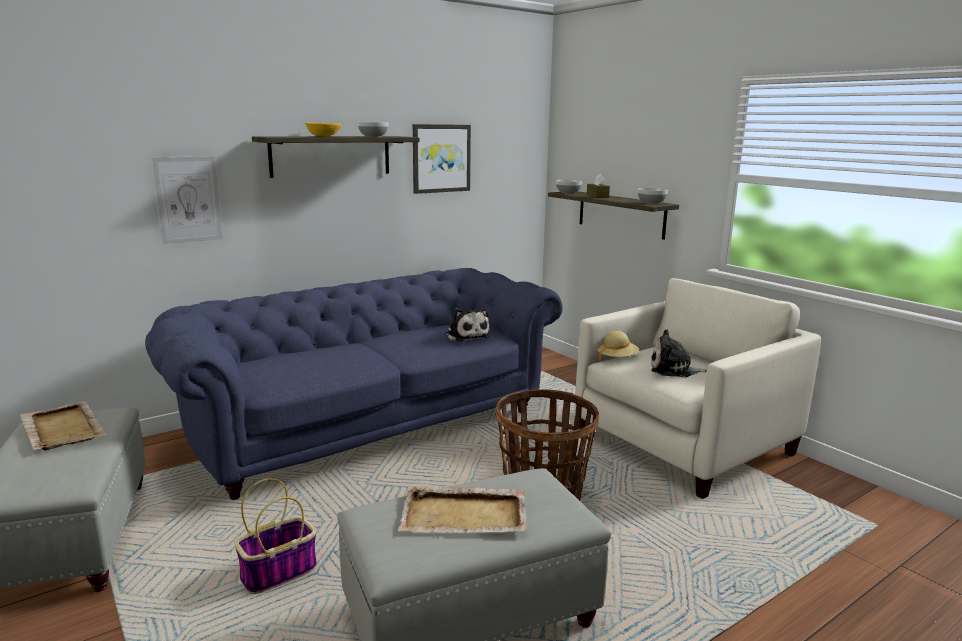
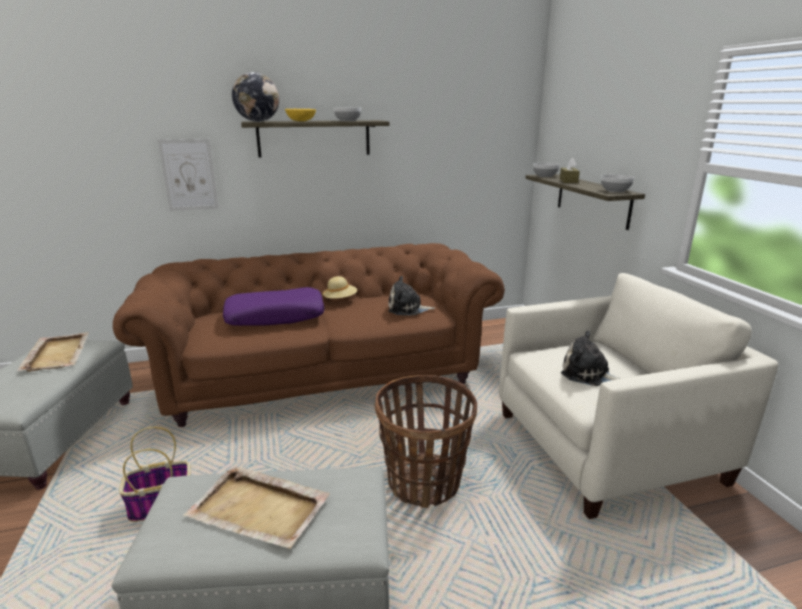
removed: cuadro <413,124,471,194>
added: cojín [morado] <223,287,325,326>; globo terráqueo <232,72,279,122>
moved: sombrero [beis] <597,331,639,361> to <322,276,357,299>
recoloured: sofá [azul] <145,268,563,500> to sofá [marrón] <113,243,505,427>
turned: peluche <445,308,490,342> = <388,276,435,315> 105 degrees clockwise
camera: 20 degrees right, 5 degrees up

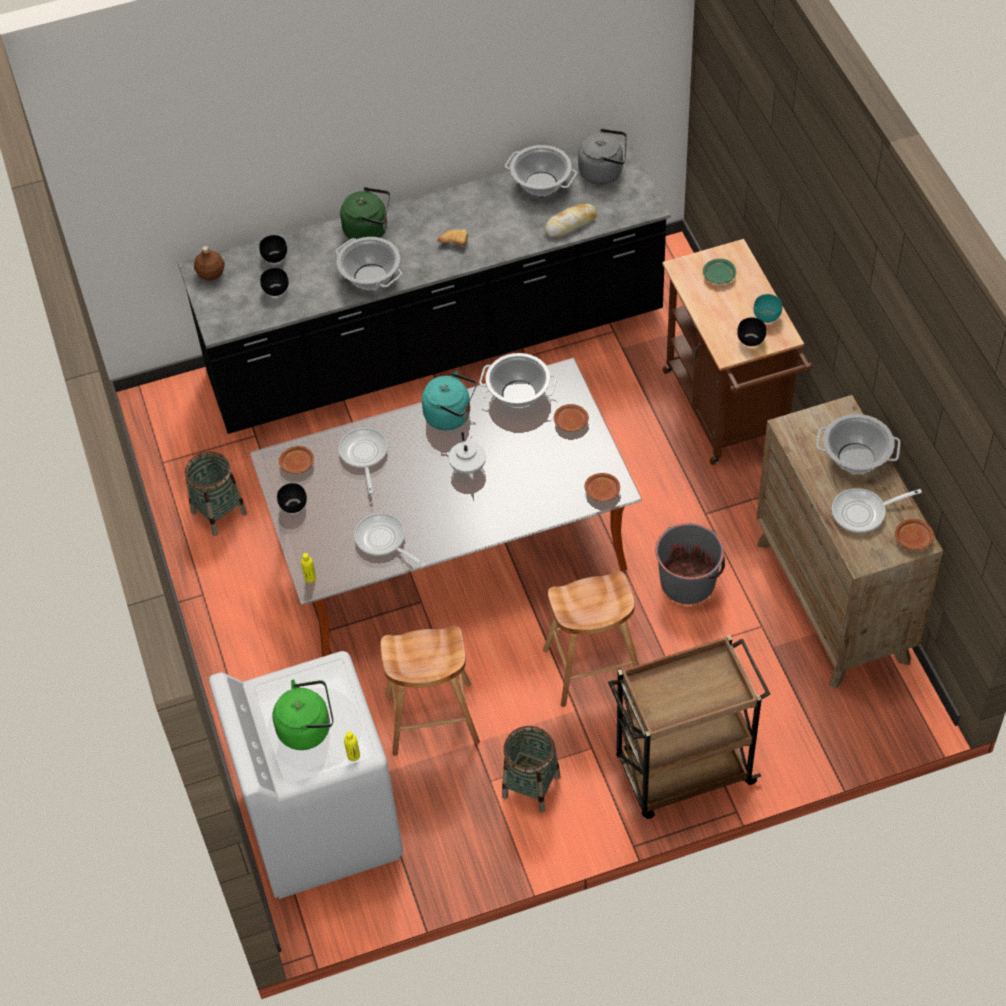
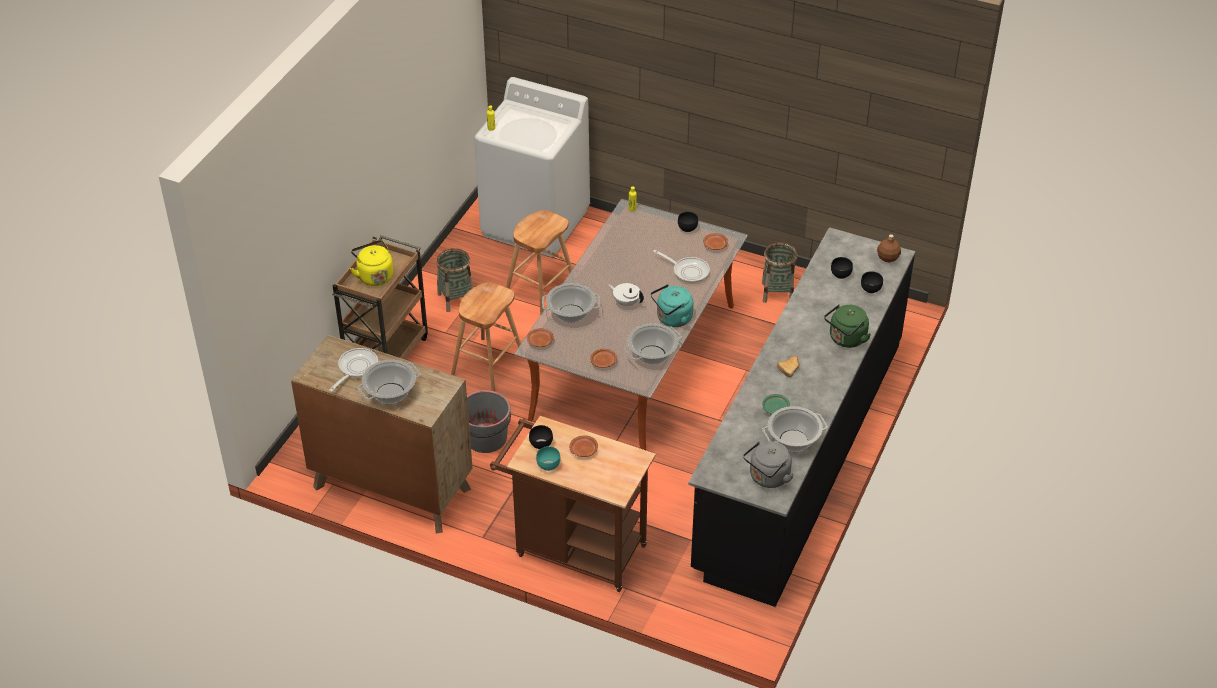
removed: hervidor [verde] <272,679,333,750>; sartén <354,513,426,567>; pan <545,204,597,237>
added: hervidor [amarillo] <350,240,394,286>
moved: olla <336,237,402,290> to <542,283,600,323>; plato [verde] <703,259,736,284> to <762,394,790,414>; plato [marrón] <895,519,934,550> to <569,435,598,457>
camera: 130 degrees right, 10 degrees down

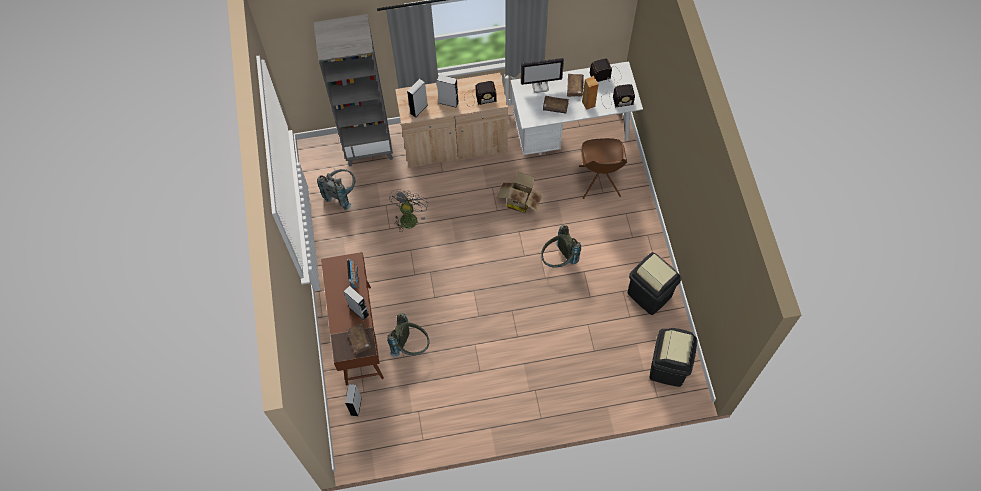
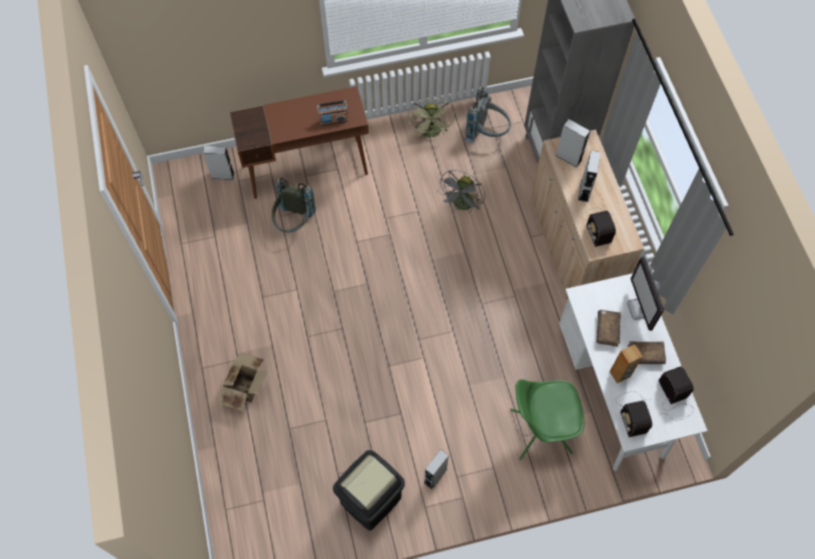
removed: libro [marrón] <346,323,372,354>; mochila [gris] <541,225,581,268>; papelera [negro] <649,328,697,387>
added: ventilador [verde] <408,98,455,138>
moved: altavoz [gris] <344,286,369,320> to <424,449,449,489>; caja de cartón <497,172,542,214> to <219,352,268,411>
recoloured: silla [marrón] <579,138,627,199> to silla [verde] <510,379,584,460>
turned: ventilador [gris] <389,189,428,230> = <438,170,485,213> 105 degrees clockwise
camera: 85 degrees right, 0 degrees up

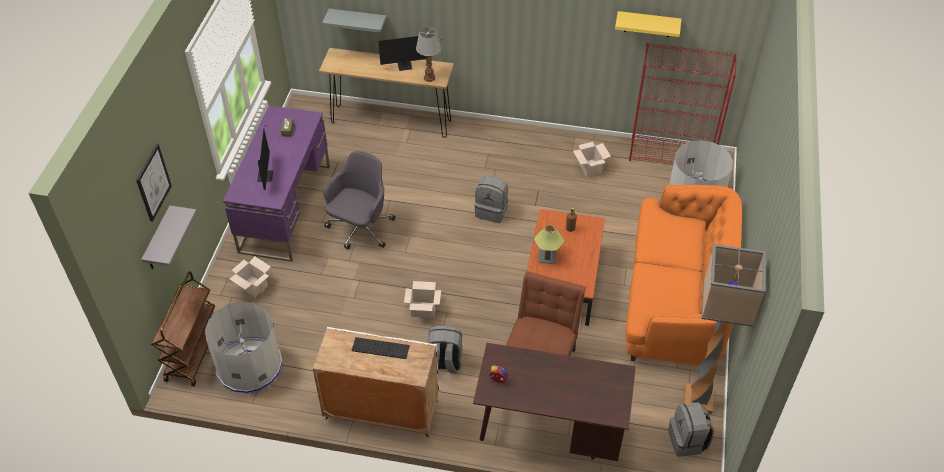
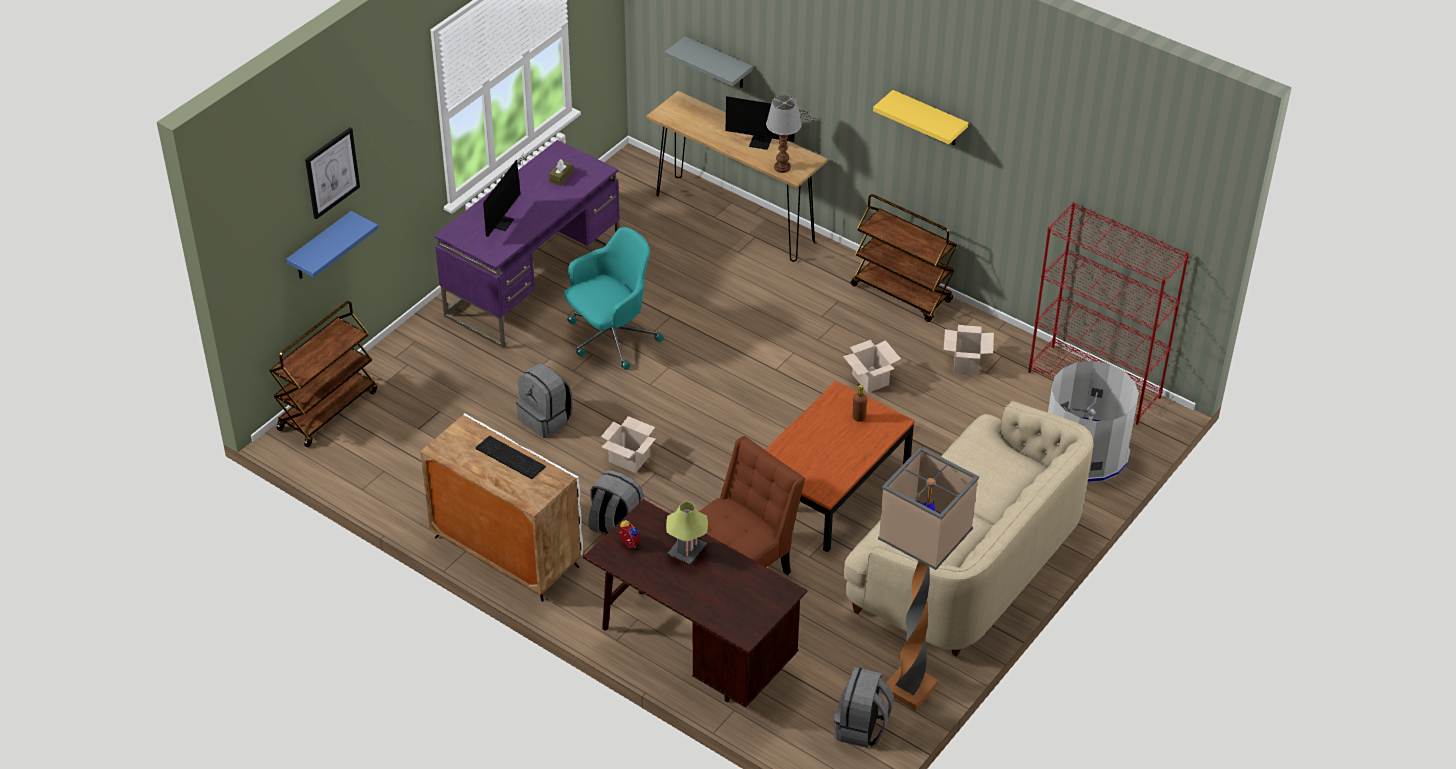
removed: papelera [gris] <205,302,283,393>
added: carrito [marrón] <851,194,957,322>
moved: caja de cartón <230,257,271,297> to <843,340,901,393>; mochila [gris] <474,176,508,223> to <516,364,573,438>; lámpara de mesa <534,225,564,264> to <666,501,708,564>; estante [amarillo] <615,11,681,37> to <873,90,968,145>
recoloured: estante [gris] <141,205,197,269> to estante [azul] <286,211,378,279>; silla de oficina [gris] <323,151,396,249> to silla de oficina [turquesa] <564,227,664,370>; sofá [naranja] <625,185,742,366> to sofá [beis] <843,401,1093,657>
camera: 25 degrees right, 5 degrees down

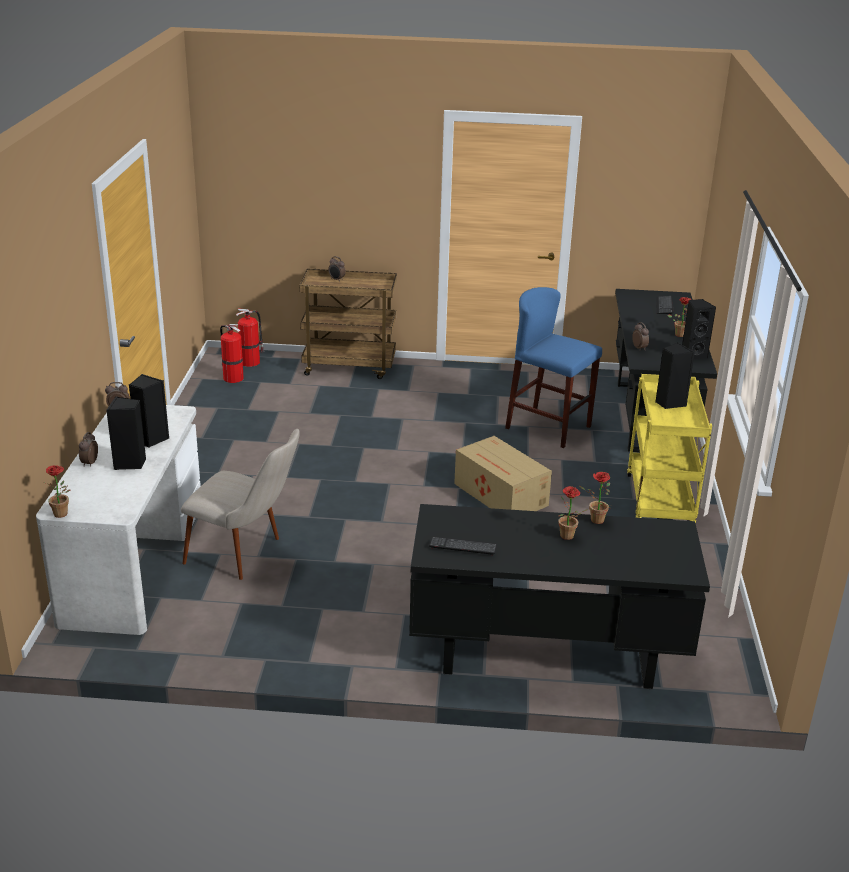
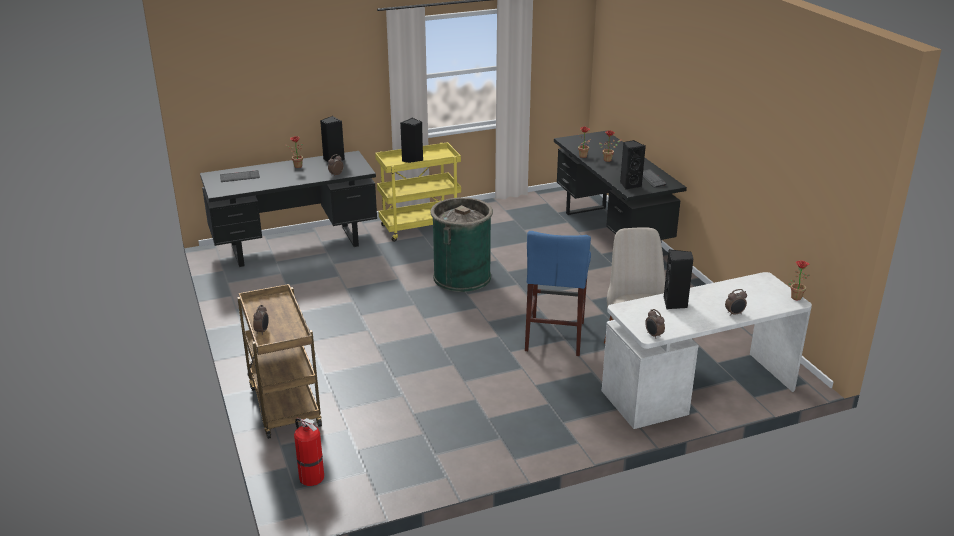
removed: extintor <220,324,244,383>
moved: altavoz [negro] <106,396,146,470> to <620,140,646,190>; taburete [azul] <505,287,602,448> to <525,231,591,356>
replaced: caja de cartón <454,436,552,511> to papelera [verde] <430,197,493,292>
camera: 115 degrees left, 0 degrees up

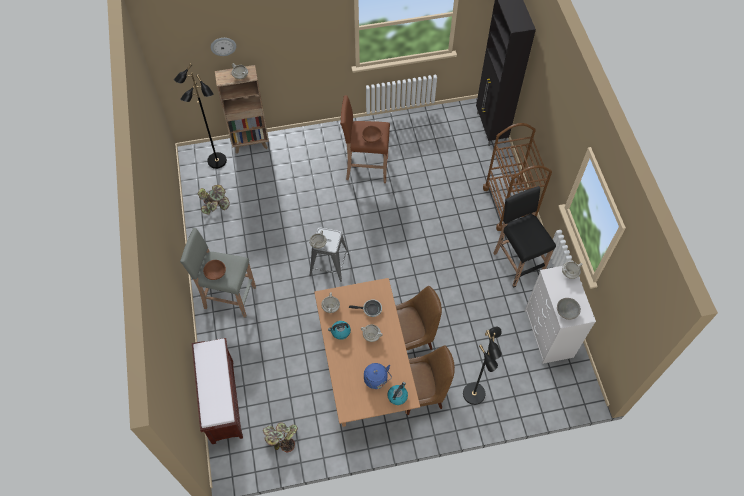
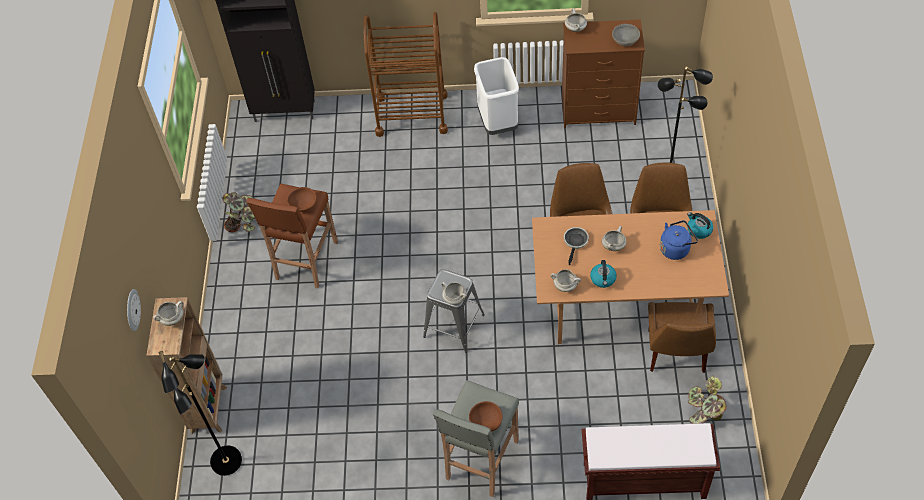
added: silla [marrón] <648,302,716,373>
moved: planta en maceta <198,185,230,215> to <223,192,256,232>
replaced: taburete [negro] <494,186,556,287> to papelera [blanco] <474,57,519,135>
recoloured: cómoda [blanco] <525,266,596,364> to cómoda [marrón] <562,19,645,128>
camera: 75 degrees left, 5 degrees down

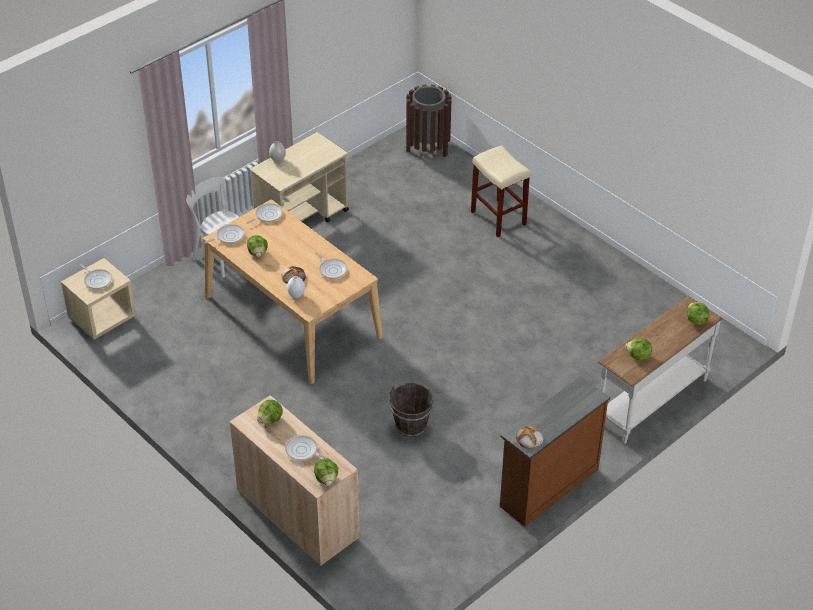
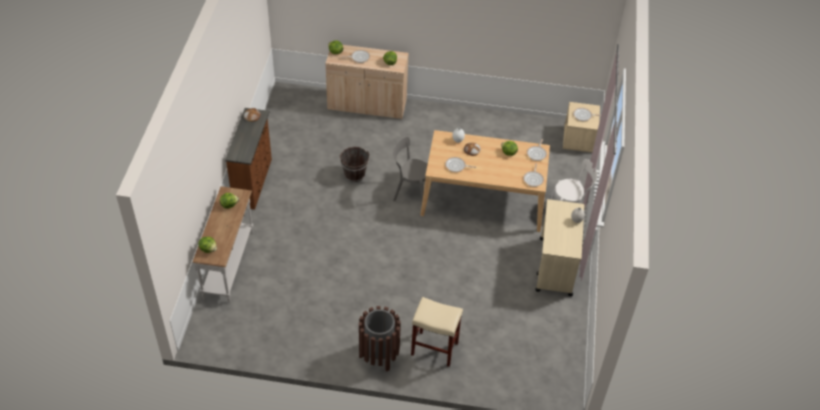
added: silla [gris] <393,137,432,203>
moved: papelera [marrón] <406,84,452,157> to <359,306,401,372>
camera: 140 degrees right, 5 degrees up

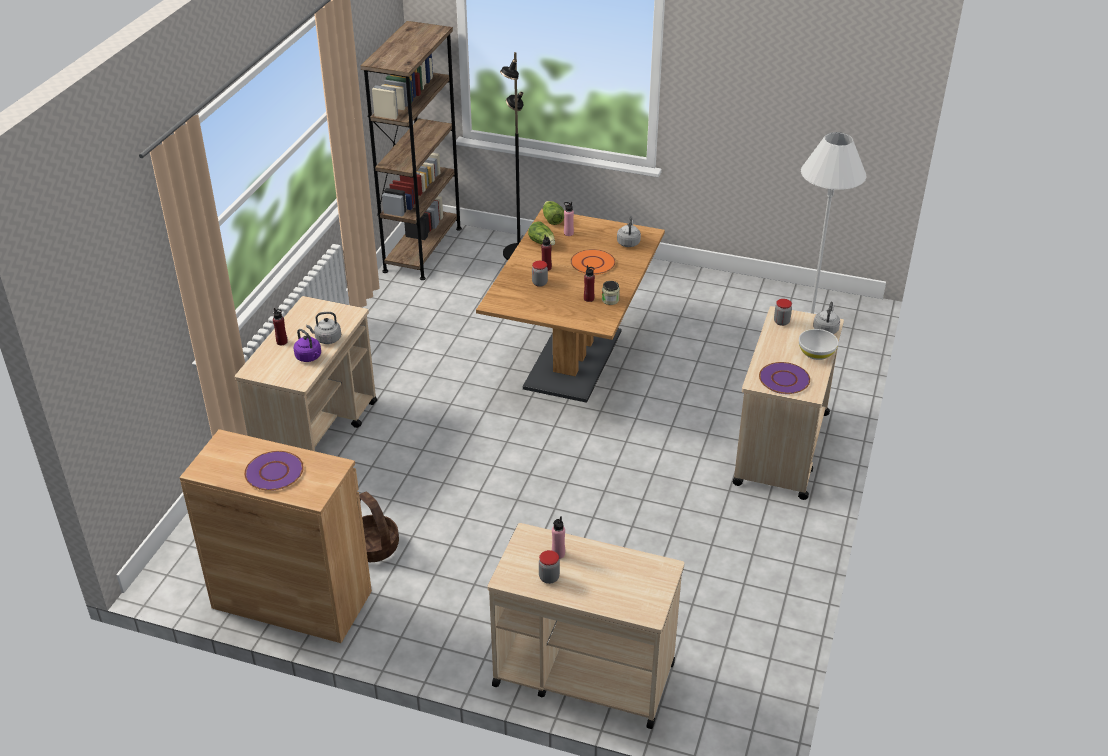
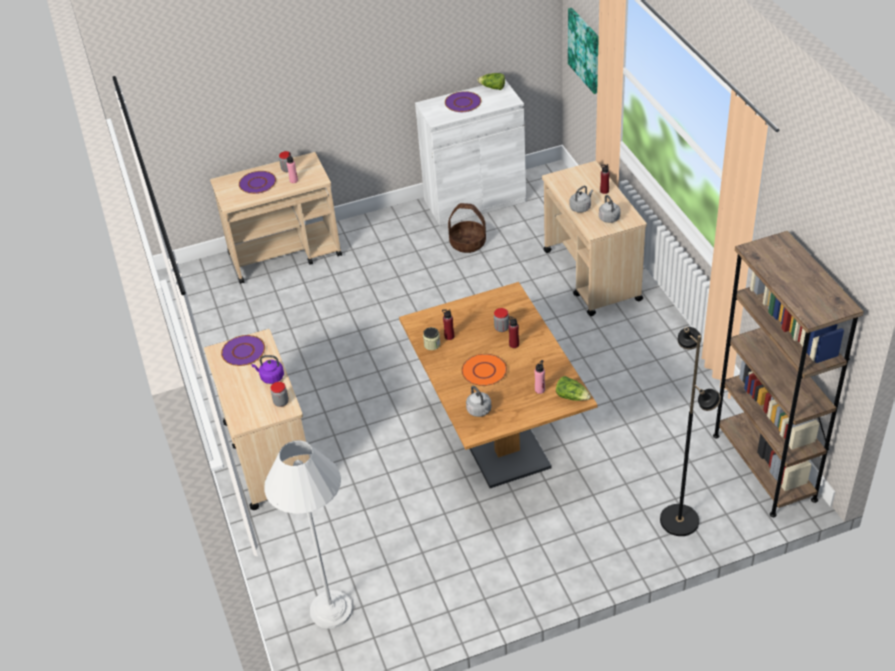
removed: cuenco [blanco] <799,329,838,360>
added: plato [morado] <239,171,276,194>; cuadro <568,8,599,94>
moved: hervidor [morado] <293,329,321,362> to <252,355,284,384>; lechuga <528,221,555,246> to <477,73,505,90>; hervidor [gris] <813,302,840,334> to <599,195,620,223>
recoloured: armario [marrón] <179,429,372,643> to armario [blanco] <415,80,526,226>
camera: 145 degrees right, 5 degrees up

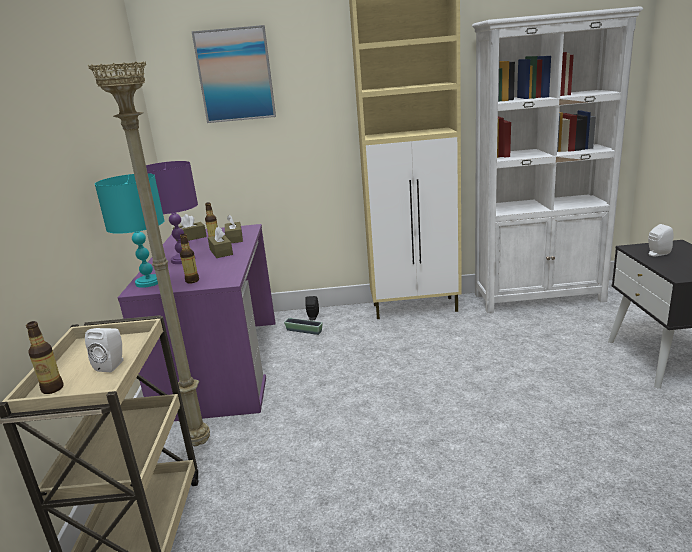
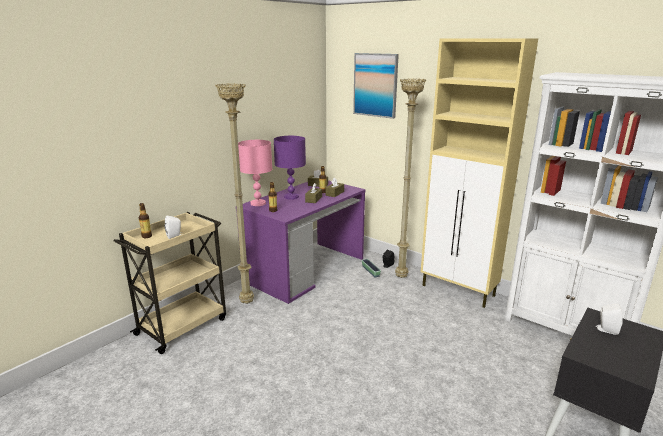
added: lámpara de pie [beis] <395,78,426,278>
recoloured: lámpara de mesa [turquesa] <95,173,165,288> to lámpara de mesa [rosa] <238,140,272,206>
camera: 40 degrees right, 0 degrees up

